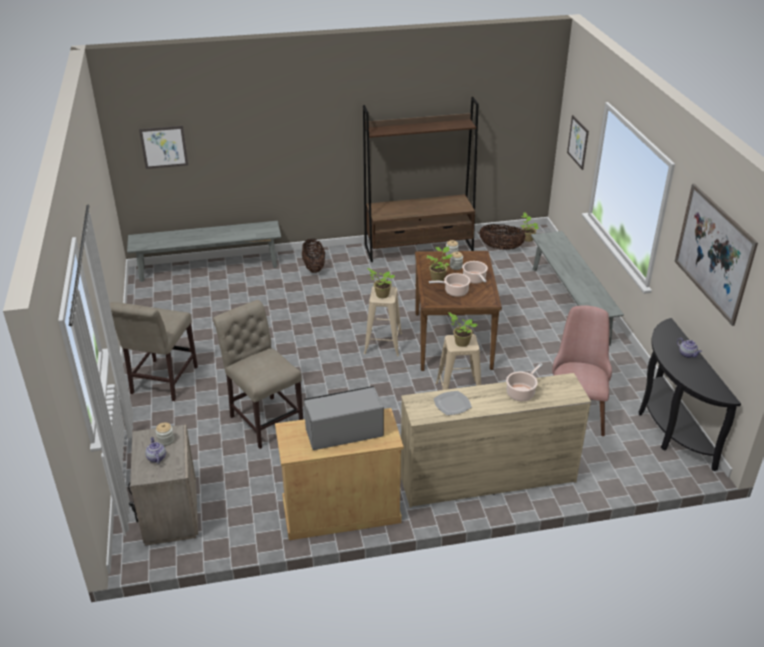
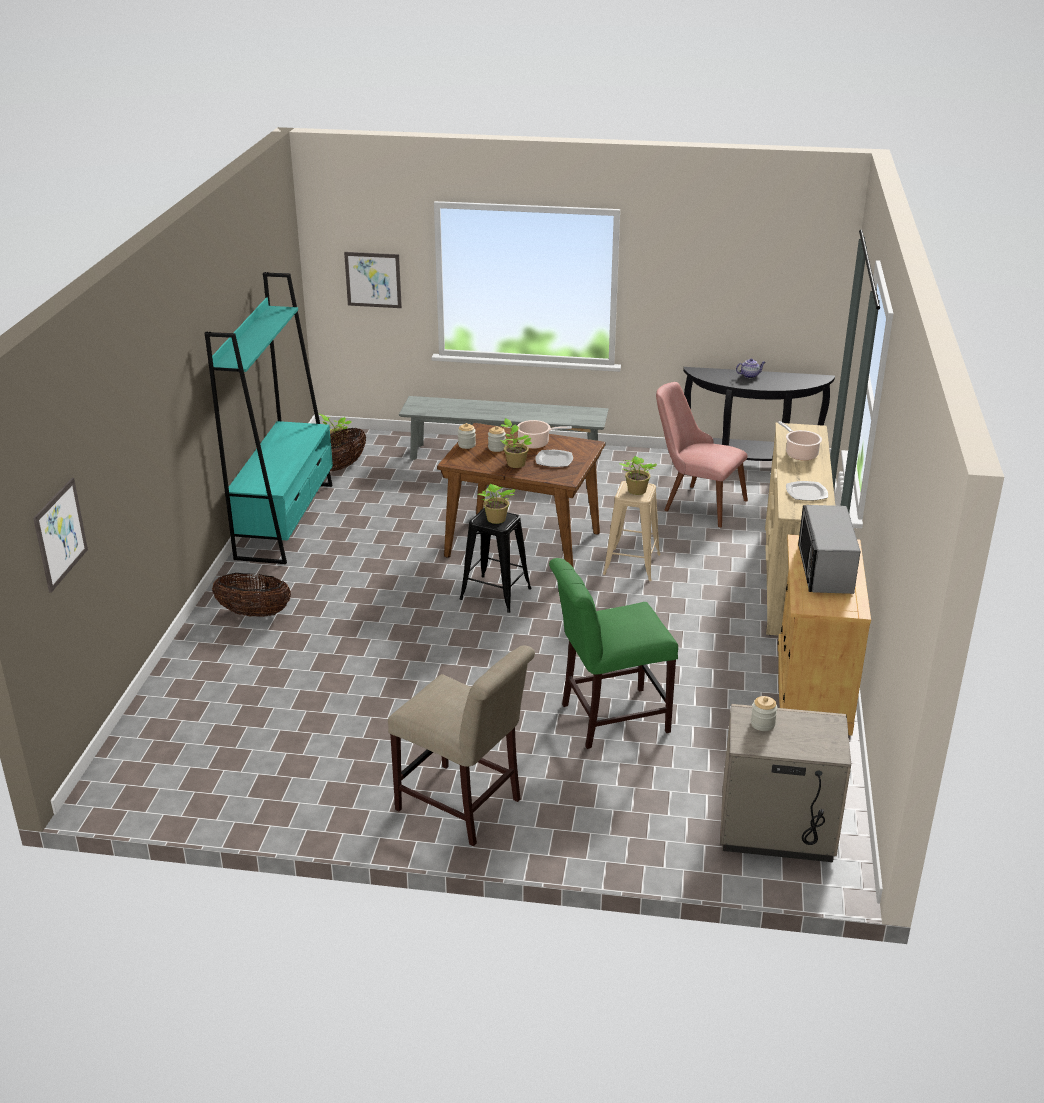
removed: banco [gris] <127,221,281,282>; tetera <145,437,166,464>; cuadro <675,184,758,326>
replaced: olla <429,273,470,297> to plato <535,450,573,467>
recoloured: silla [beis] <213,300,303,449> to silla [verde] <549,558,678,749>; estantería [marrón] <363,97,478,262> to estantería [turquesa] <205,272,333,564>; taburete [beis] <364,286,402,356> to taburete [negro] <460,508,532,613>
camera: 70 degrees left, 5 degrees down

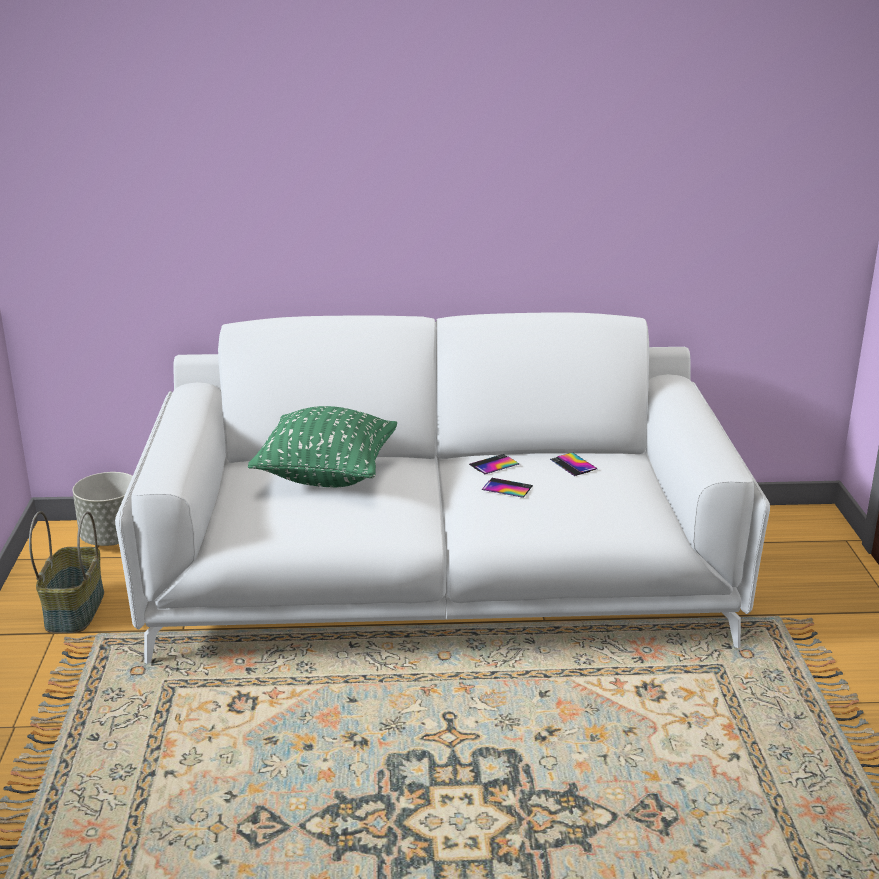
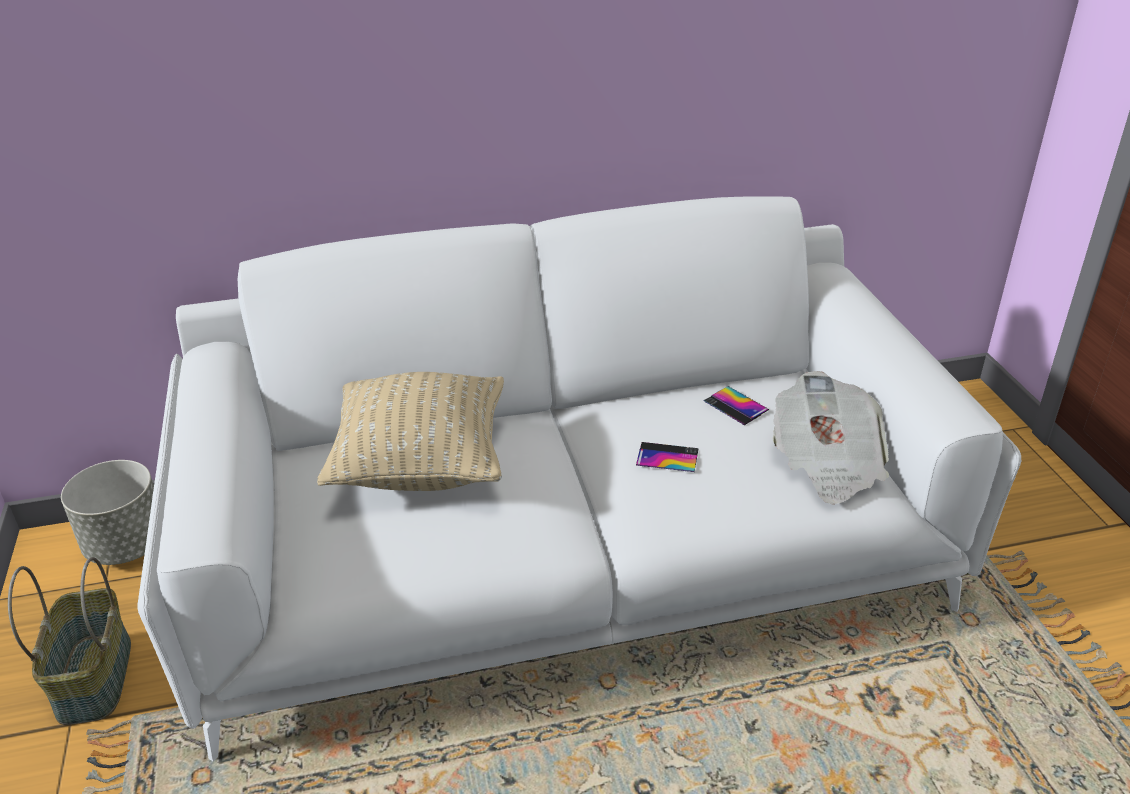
removed: móvil <469,454,519,474>
added: periódico <772,371,889,505>
recoloured: cojín [verde] <248,406,397,487> to cojín [beis] <317,372,504,491>
camera: 10 degrees left, 10 degrees up

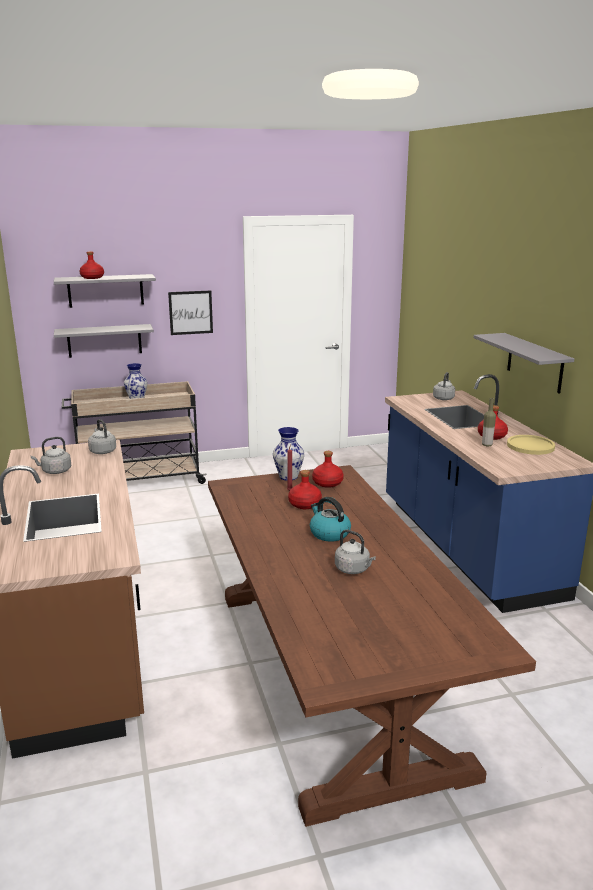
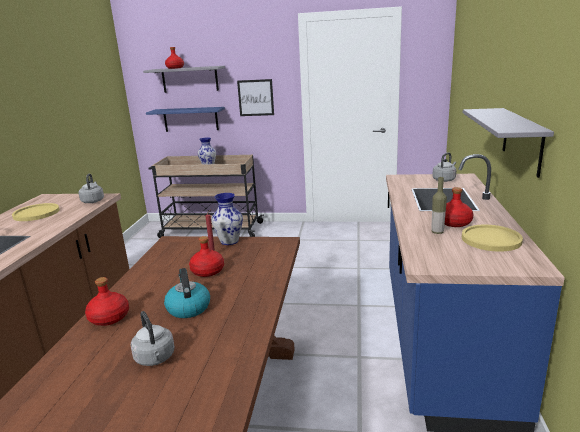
moved: botella [rojo] <312,451,344,488> to <85,277,129,326>
replaced: hervidor [gris] <31,437,71,474> to plato [amarillo] <12,203,60,221>
recoloured: estante [gris] <54,324,154,358> to estante [azul] <146,107,225,132>
camera: 25 degrees right, 0 degrees up

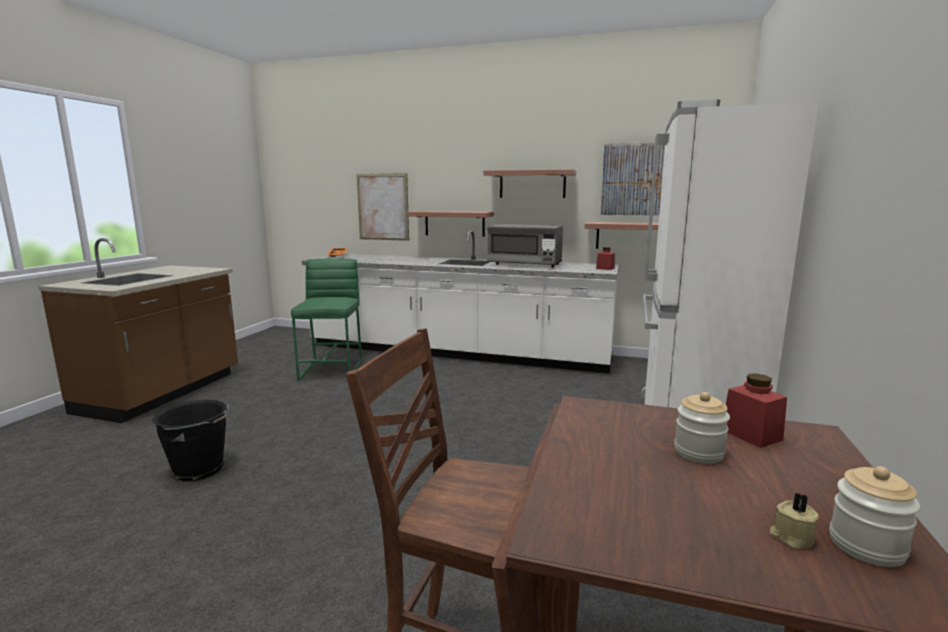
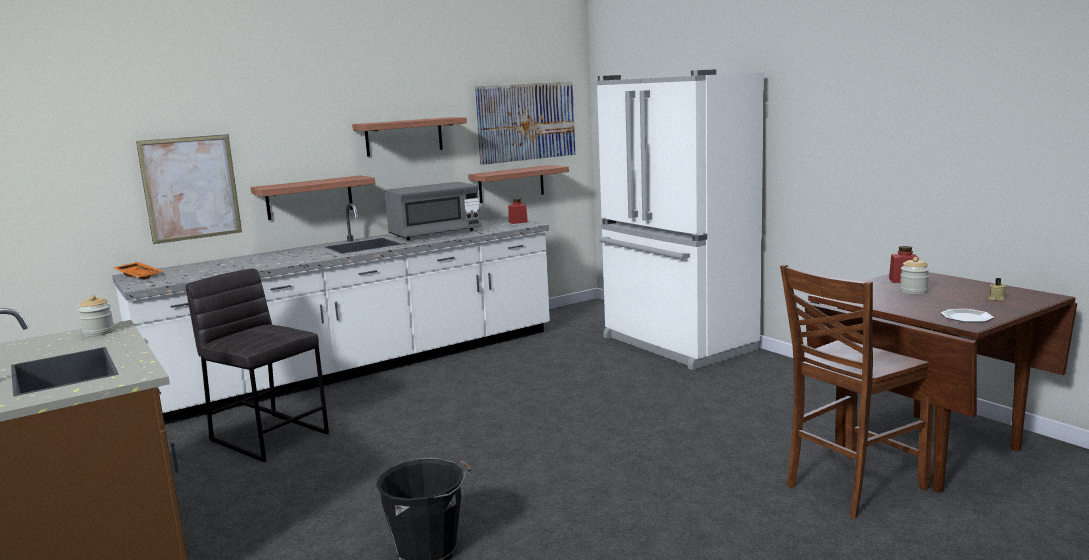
added: plato <941,309,994,322>
moved: tarro <829,466,920,567> to <78,295,114,336>
recoloured: taburete [verde] <291,258,362,381> to taburete [gris] <186,269,329,462>
camera: 50 degrees left, 0 degrees up

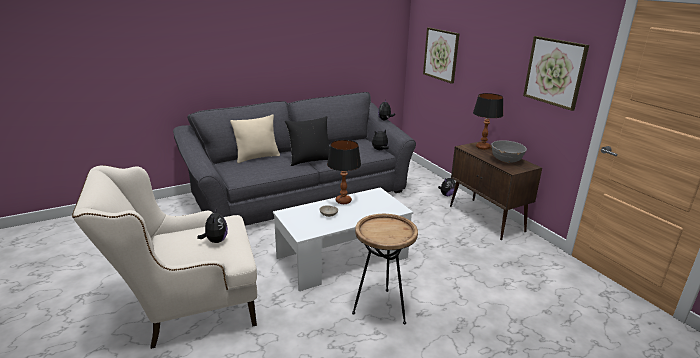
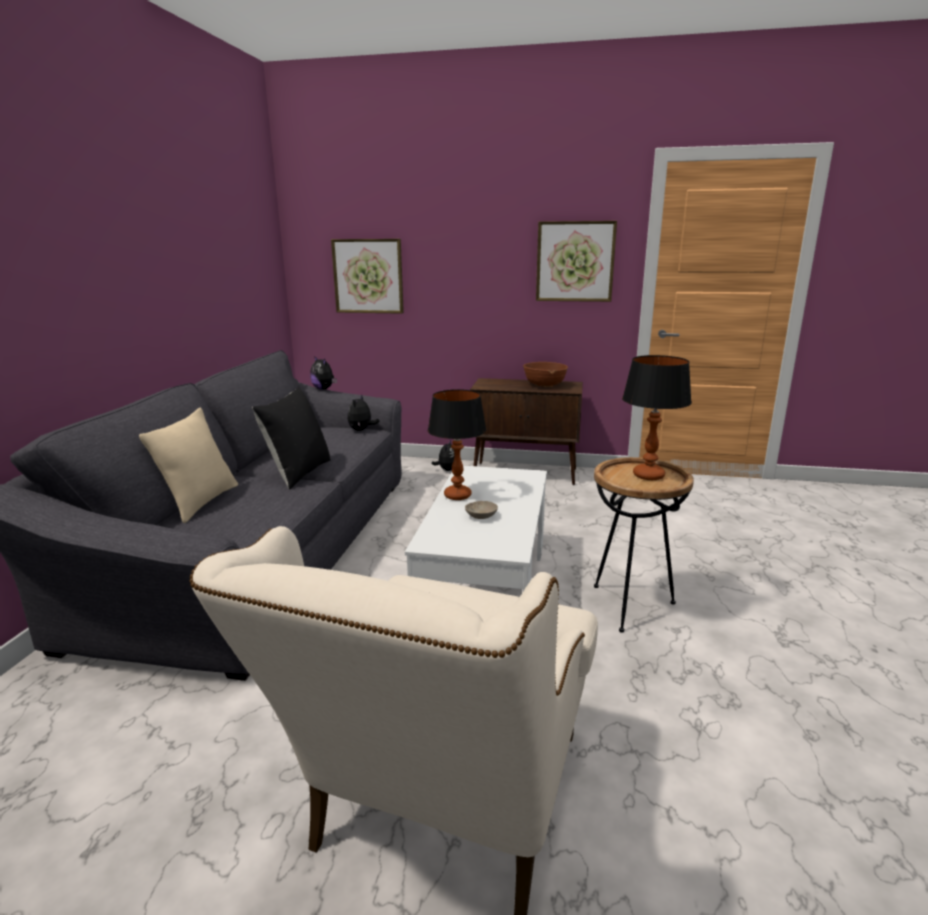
removed: peluche <197,207,228,243>
moved: lámpara de mesa <473,93,503,150> to <622,355,692,480>
recoloured: cuenco [gris] <491,140,527,163> to cuenco [marrón] <523,362,568,387>
camera: 50 degrees left, 5 degrees down

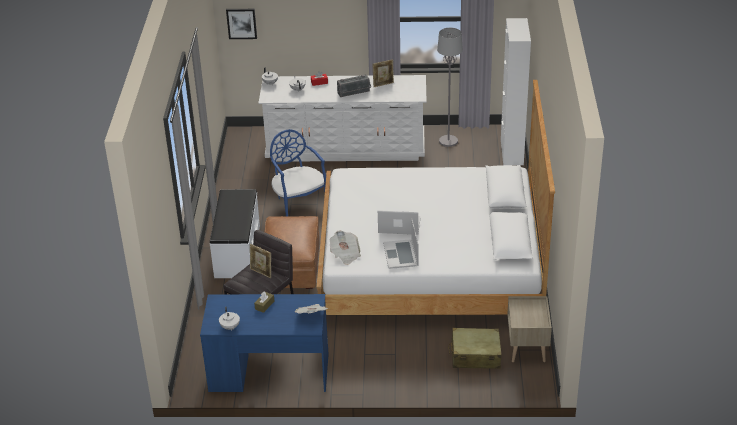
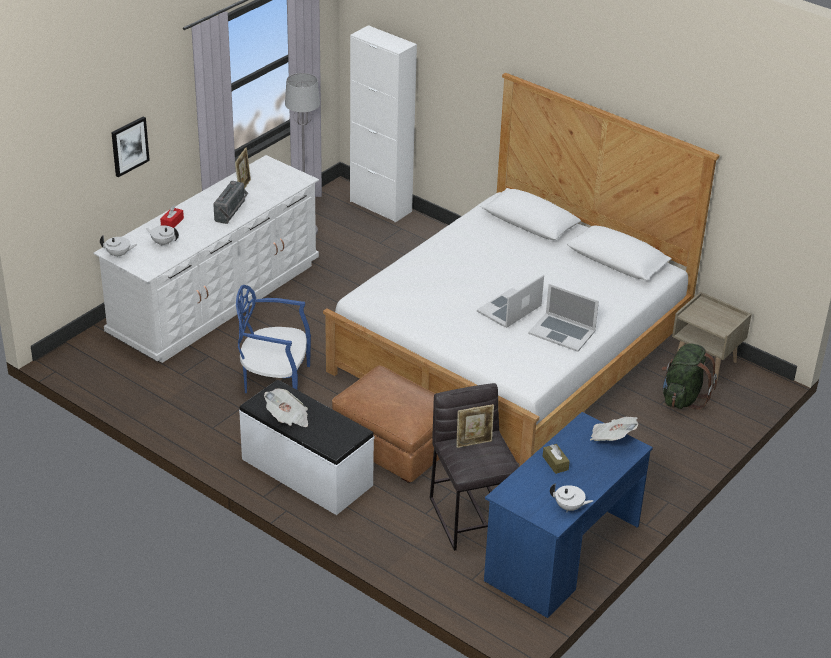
moved: cuadro <226,9,257,39> to <111,116,150,177>; periódico <330,230,361,265> to <264,389,308,427>
replaced: maleta [beis] <448,328,502,369> to mochila [verde] <662,343,717,409>
camera: 55 degrees left, 0 degrees up

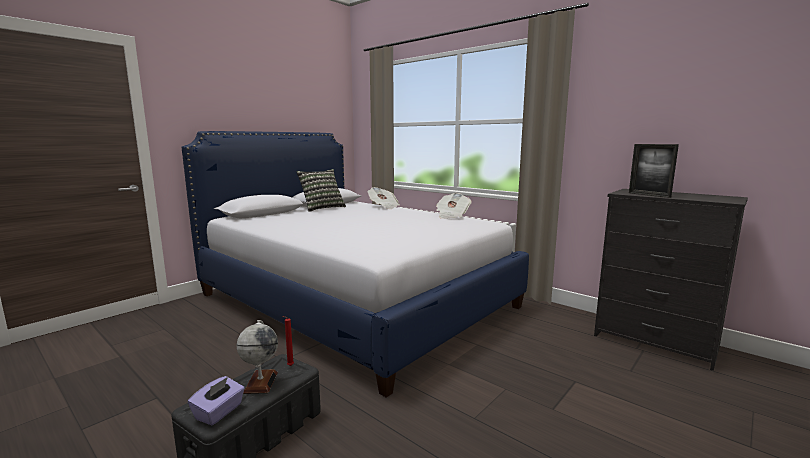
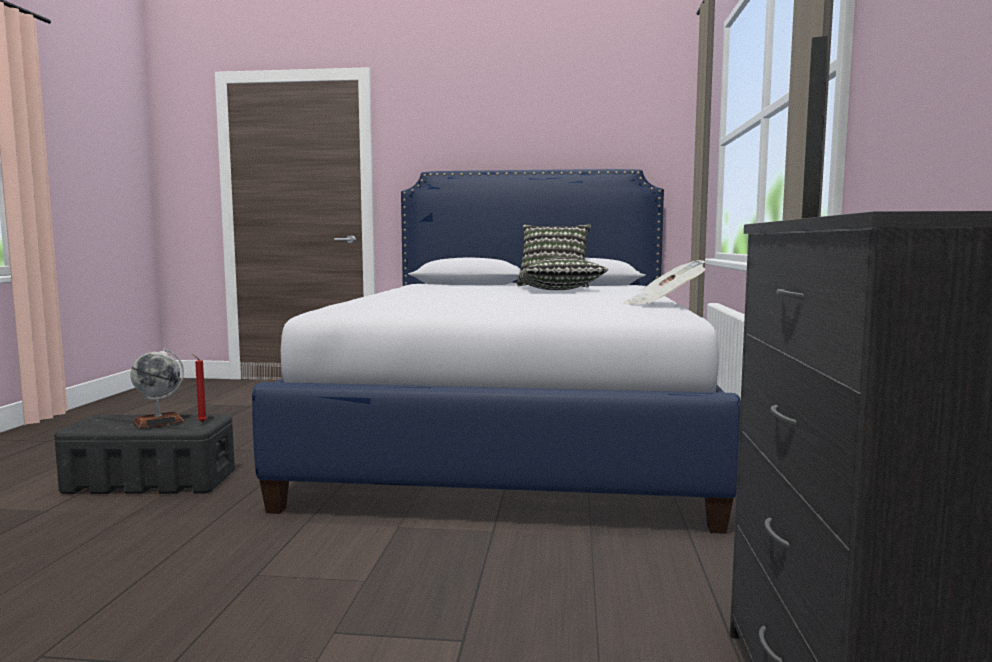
removed: caja de pañuelos [morado] <188,376,245,425>; periódico <367,187,400,209>
added: cojín <518,257,608,290>
camera: 55 degrees right, 5 degrees down

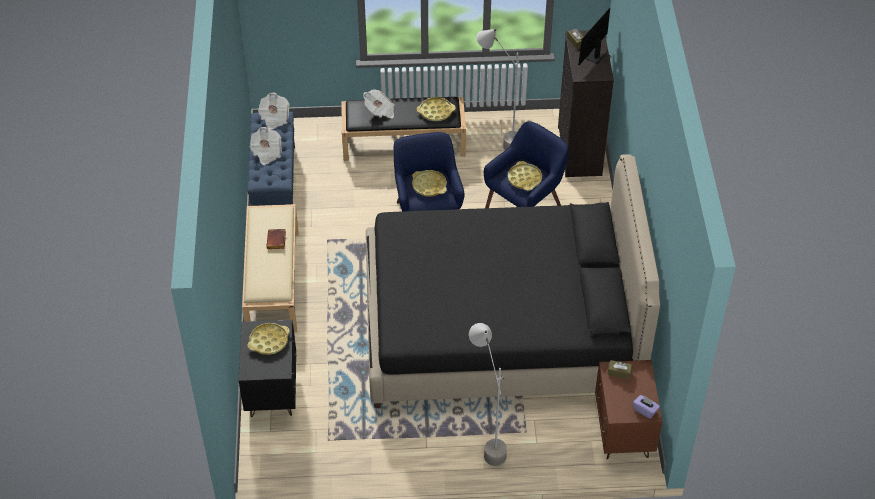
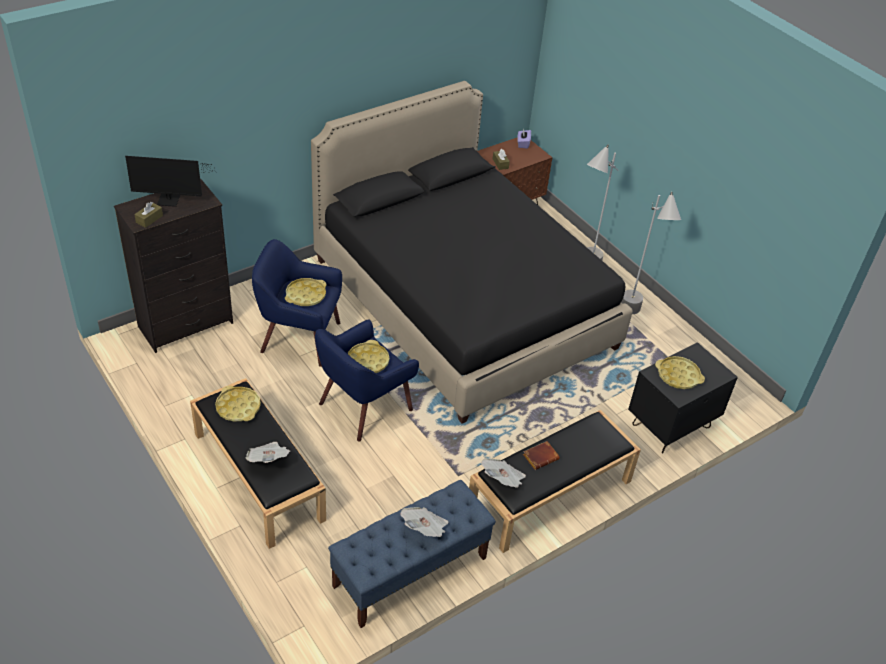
moved: periódico <258,93,290,130> to <481,458,526,488>; lámpara de pie [gris] <476,29,524,150> to <621,192,681,314>
recoloured: banco [beis] <242,204,299,332> to banco [negro] <469,410,641,553>
camera: 125 degrees left, 5 degrees down

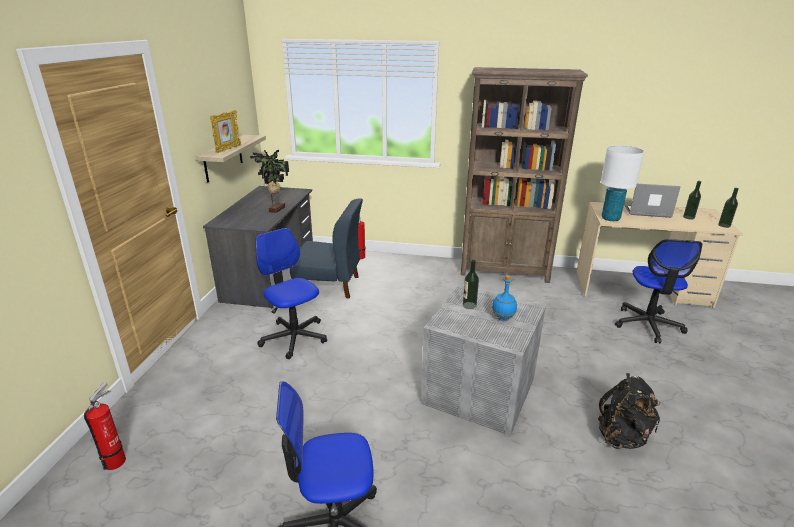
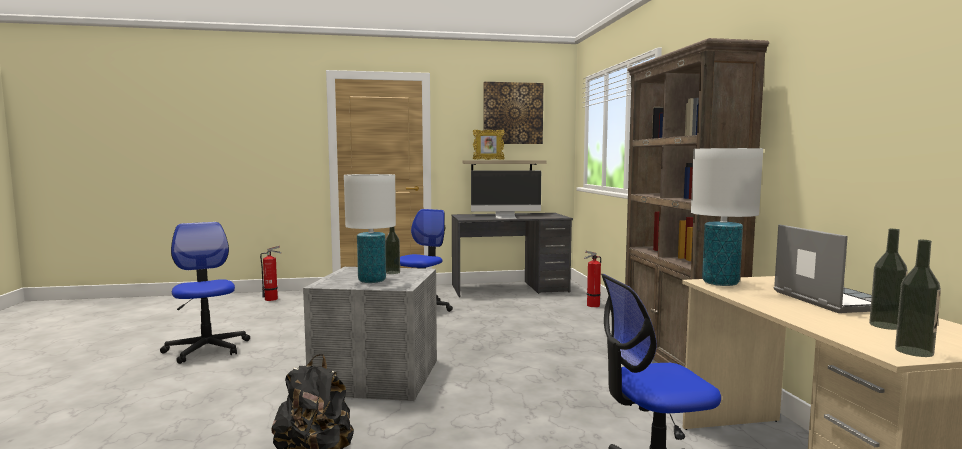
removed: silla [azul] <290,199,363,299>
added: cuadro <484,82,543,144>
replaced: planta en maceta <250,149,289,213> to monitor <471,170,541,219>; botella [azul] <492,275,517,321> to lámpara de mesa [blanco] <344,174,396,283>
camera: 70 degrees right, 20 degrees down

